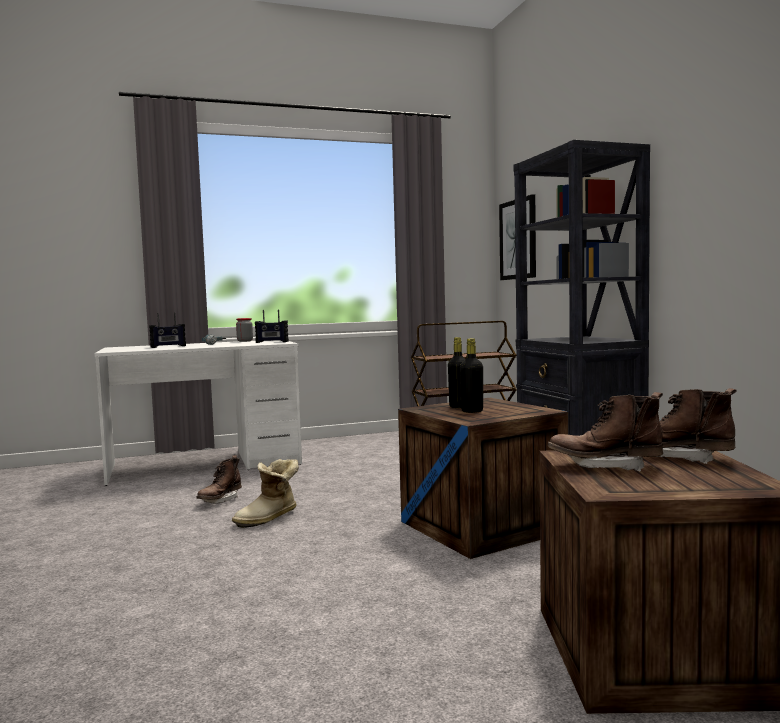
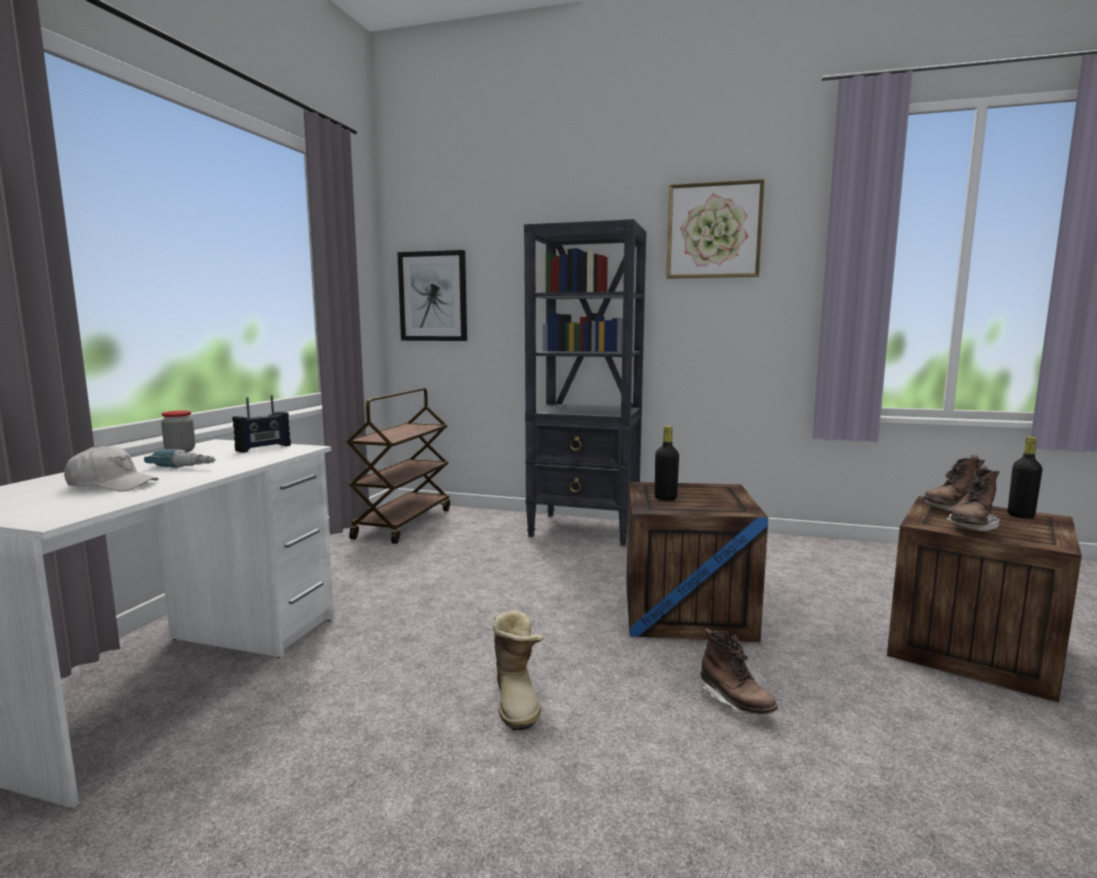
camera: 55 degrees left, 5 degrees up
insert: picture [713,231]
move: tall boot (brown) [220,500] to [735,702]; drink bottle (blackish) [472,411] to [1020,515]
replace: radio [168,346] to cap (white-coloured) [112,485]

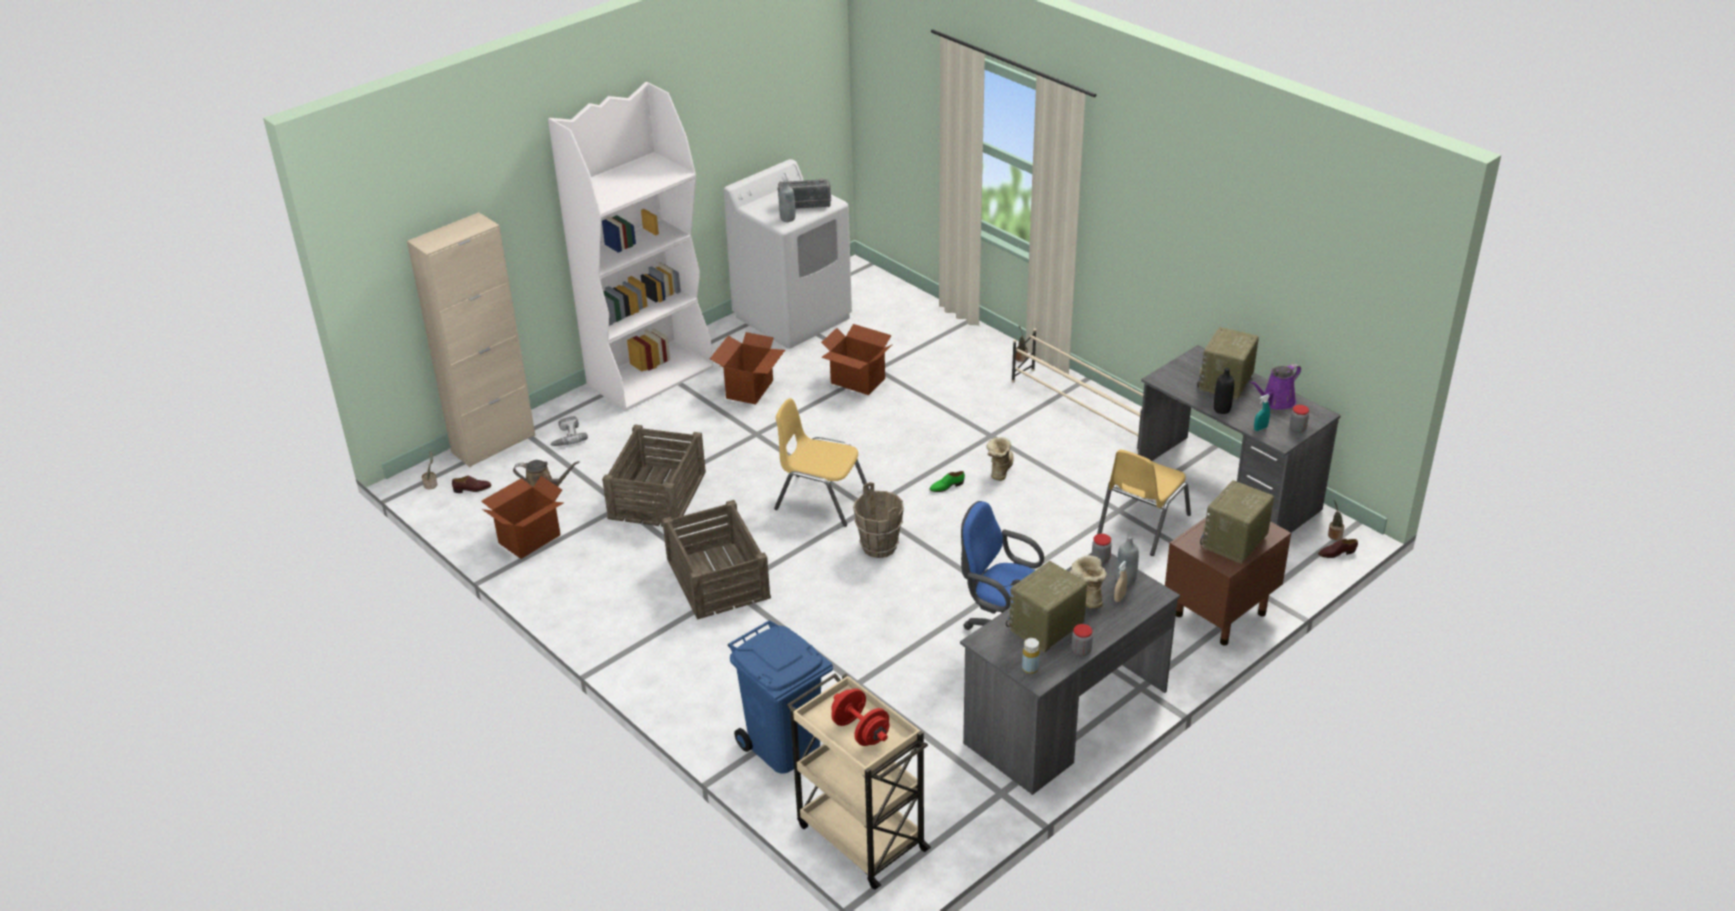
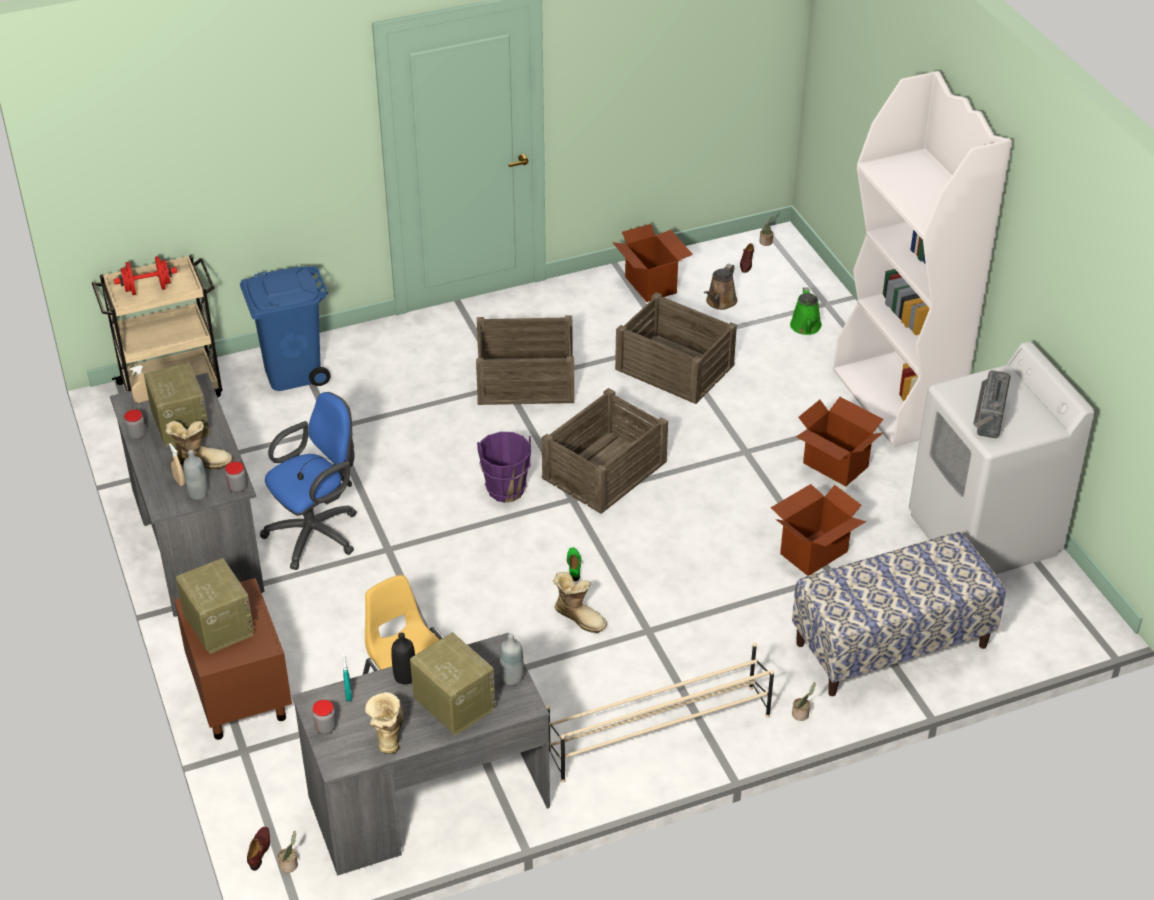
camera: 110 degrees right, 5 degrees up
delete: cupboard (beige) [493,444]
insert: long seat [891,645]
move: drink bottle (greyish) [787,219] to [512,678]
replace: drink bottle (yellow-coloured) [1030,668] to hand sprayer (beige) [143,400]; sprinkling can (purplish) [1275,402] to tall boot [387,732]; chair (yellow-coloured) [821,499] to shipping crate [605,470]; electric drill [566,436] to sprinkling can (greenish) [806,327]
recolor: water bucket (brown) [879,547] to water bucket (purplish) [505,489]

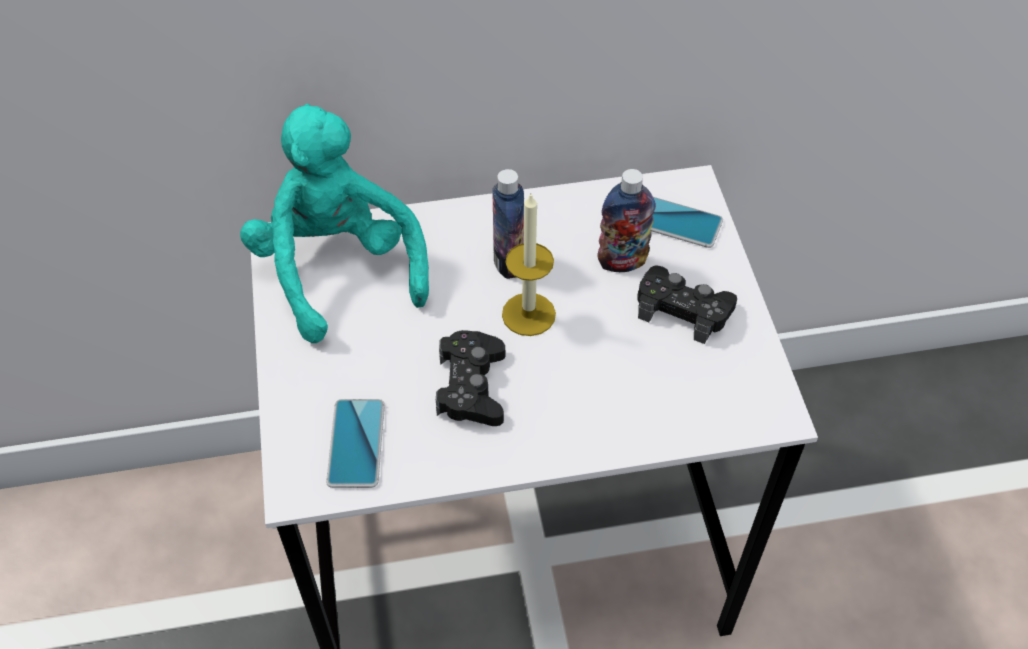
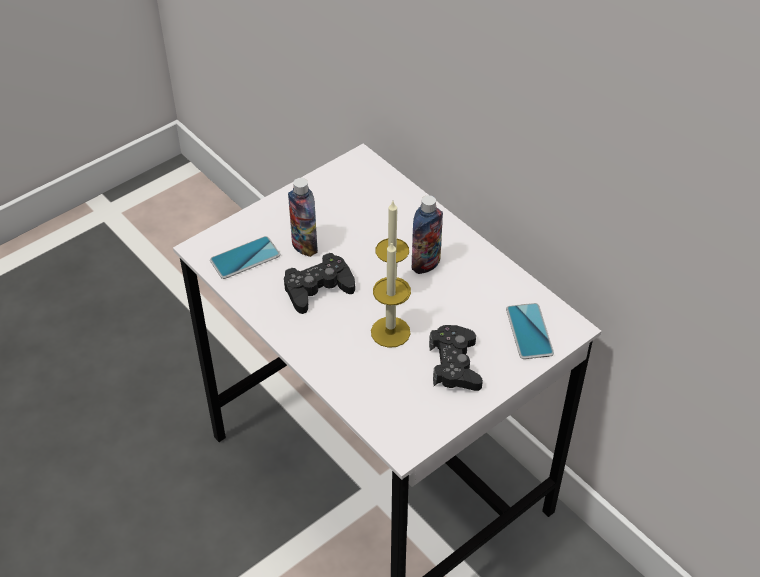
camera: 60 degrees right, 5 degrees down
delete: soft toy (blue-green) [338,269]
insert: wax light [390,332]
move: drink bottle [622,261] to [304,246]

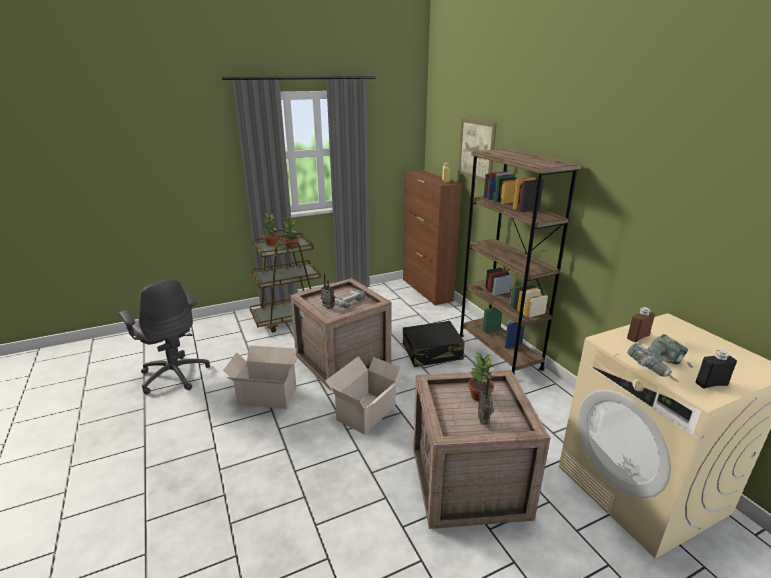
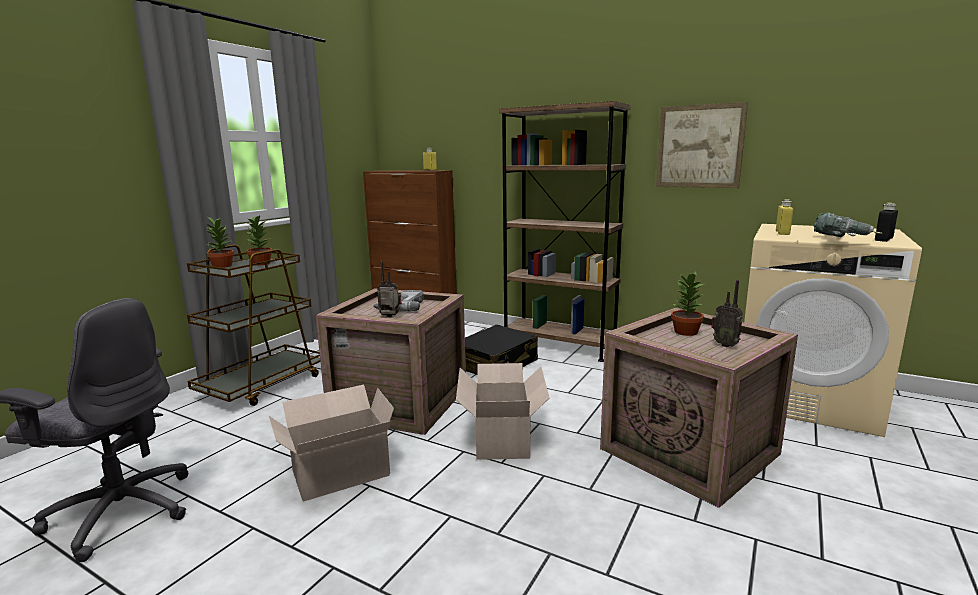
camera: 35 degrees left, 10 degrees down
move: picture [476,149] to [699,146]
recolor: drink bottle (brown) [638,337] to drink bottle (yellow-coloured) [782,233]

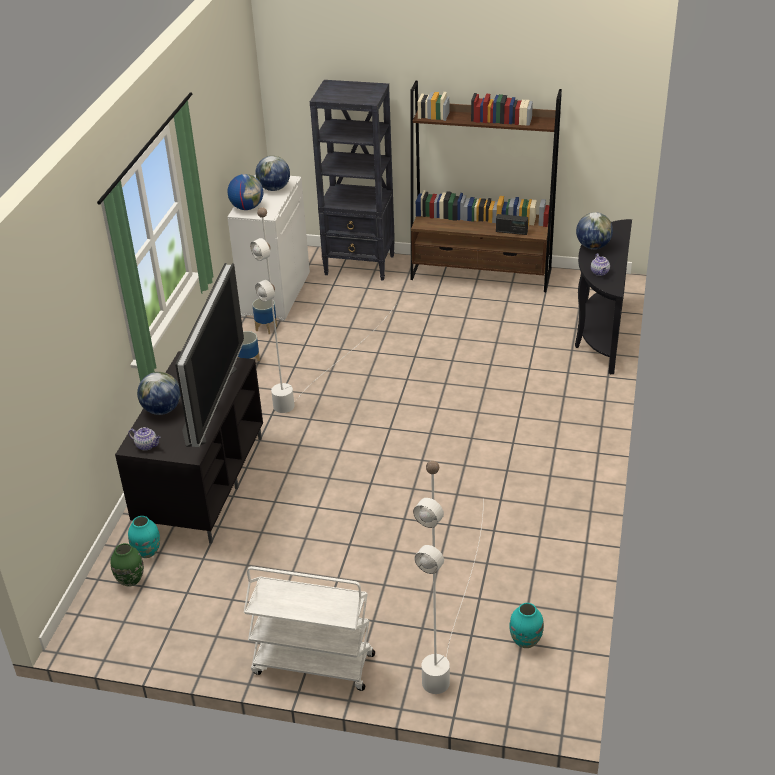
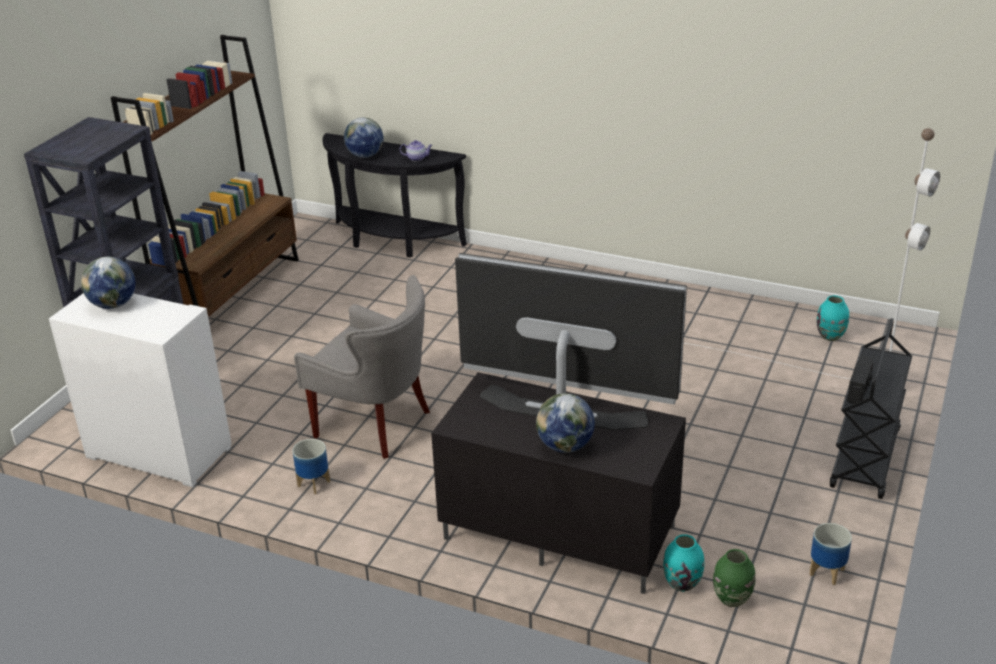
camera: 80 degrees left, 5 degrees down
delete: tea pot [147,445]; world globe [247,207]
move: planter [266,328] to [827,572]; radio [511,232] to [859,391]
replace: standard lamp (white-coloured) [319,376] to armchair (greyish) [375,425]
recolor: wheeled cart (white-coloured) [312,664] to wheeled cart (blackish) [865,460]

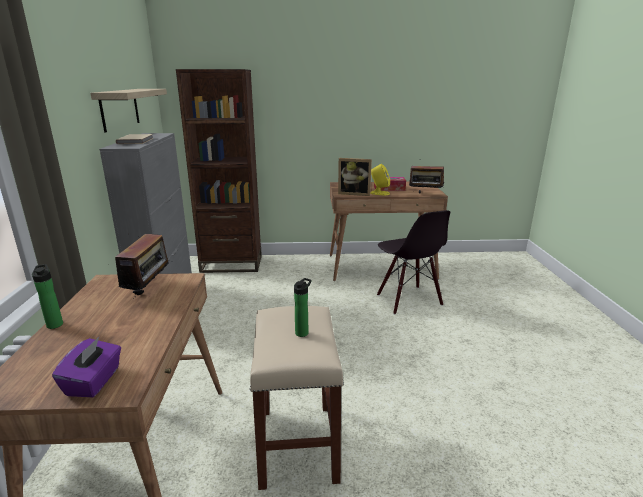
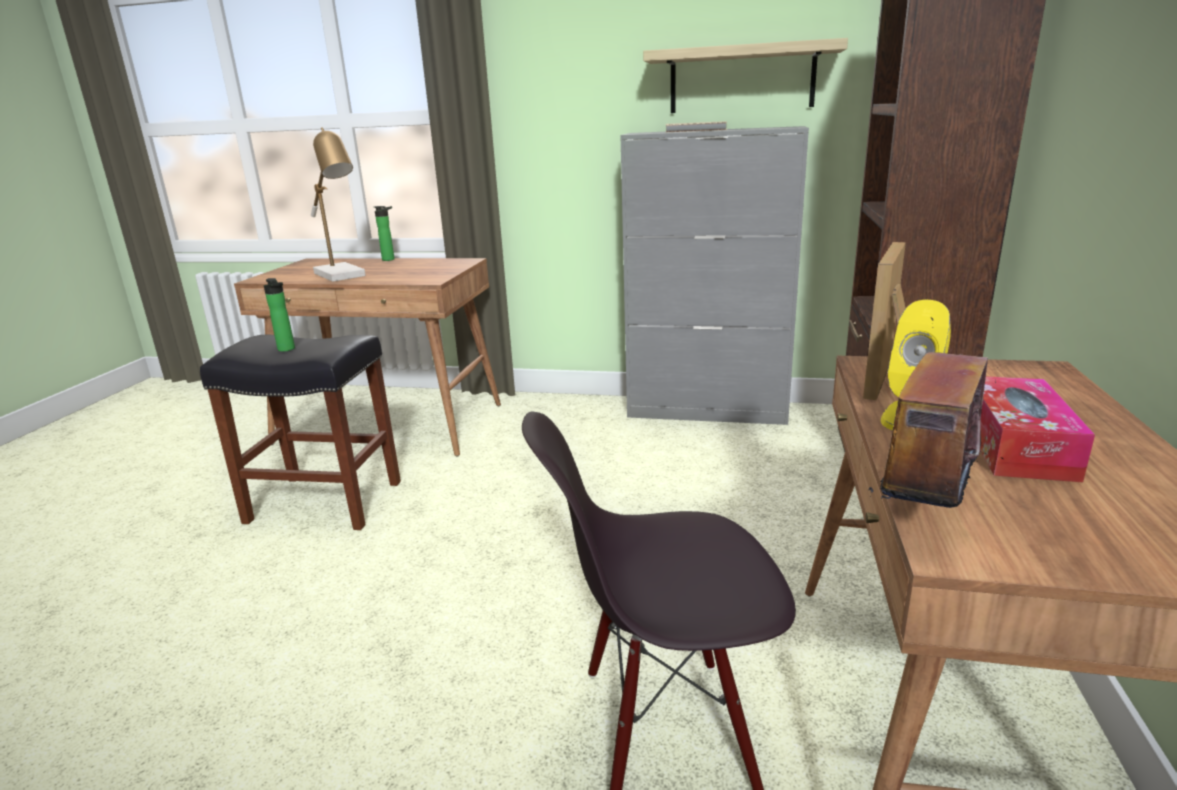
camera: 105 degrees right, 0 degrees up
delete: tissue box (purplish) [94,381]; radio [149,290]
insert: lamp for a table [343,275]
recolor: stool (beige) [298,445] to stool (blackish) [322,502]

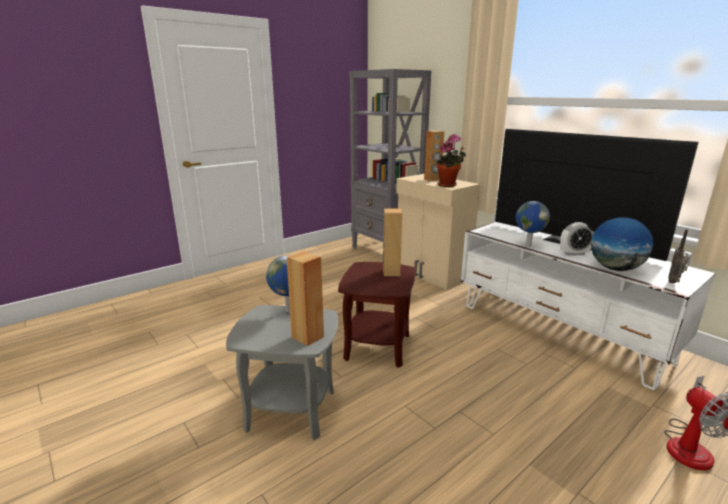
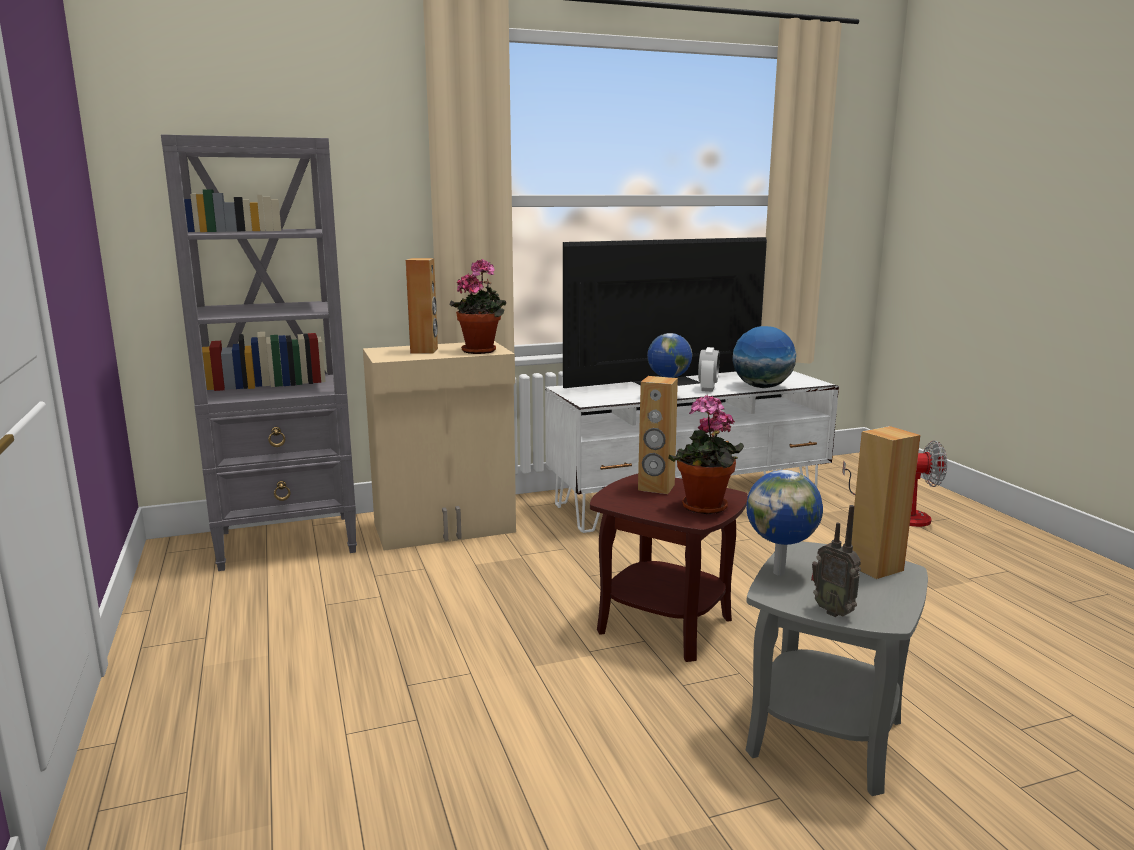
camera: 70 degrees left, 5 degrees down
insert: houseplant [704,509]
move: radio [674,282] to [834,611]

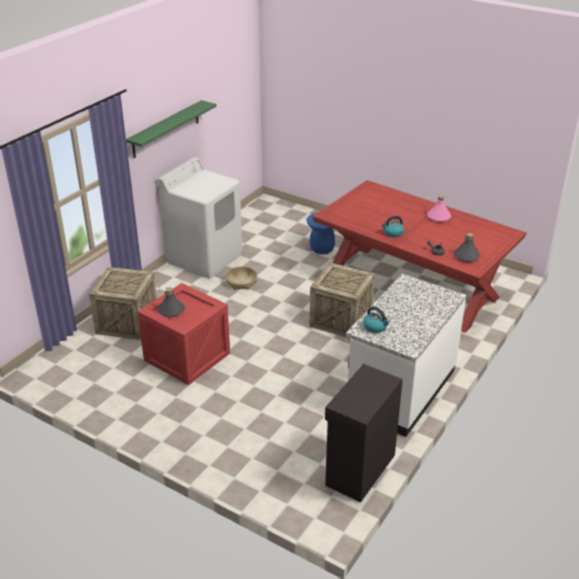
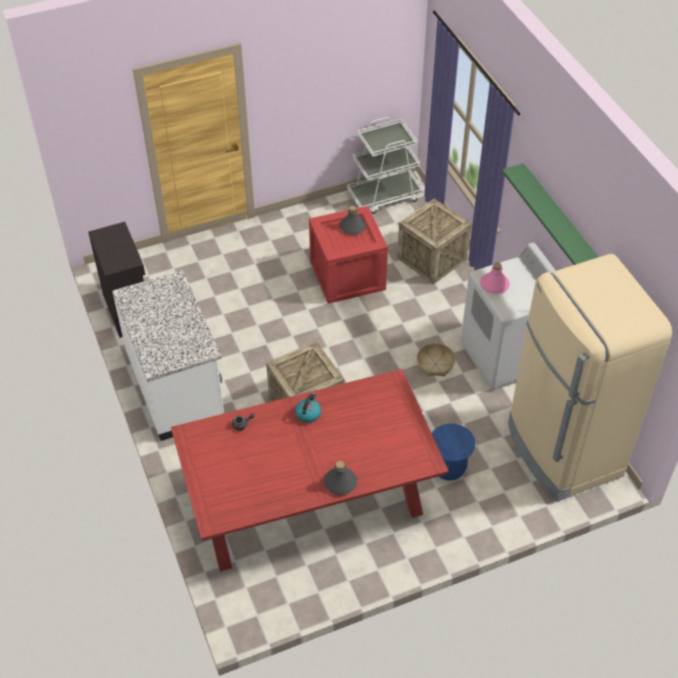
camera: 125 degrees right, 15 degrees up
delete: kettle [375,327]
insert: wheeled cart (white-coloured) [385,196]; refrigerator (beige) [563,451]
move: drink bottle (greyish) [467,256] to [340,482]; drink bottle (pinkish) [438,217] to [494,285]

